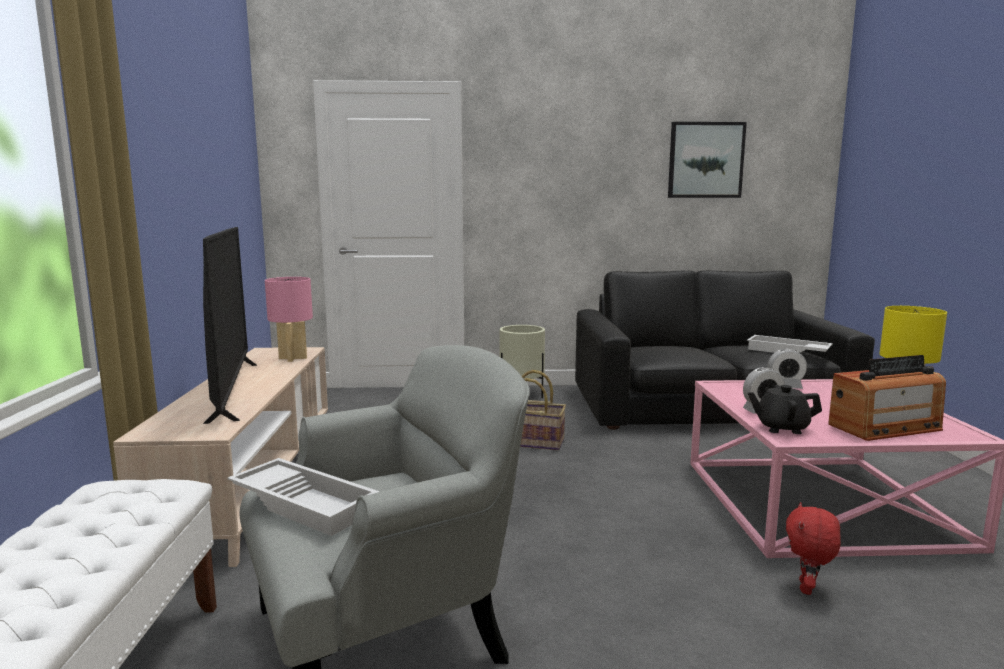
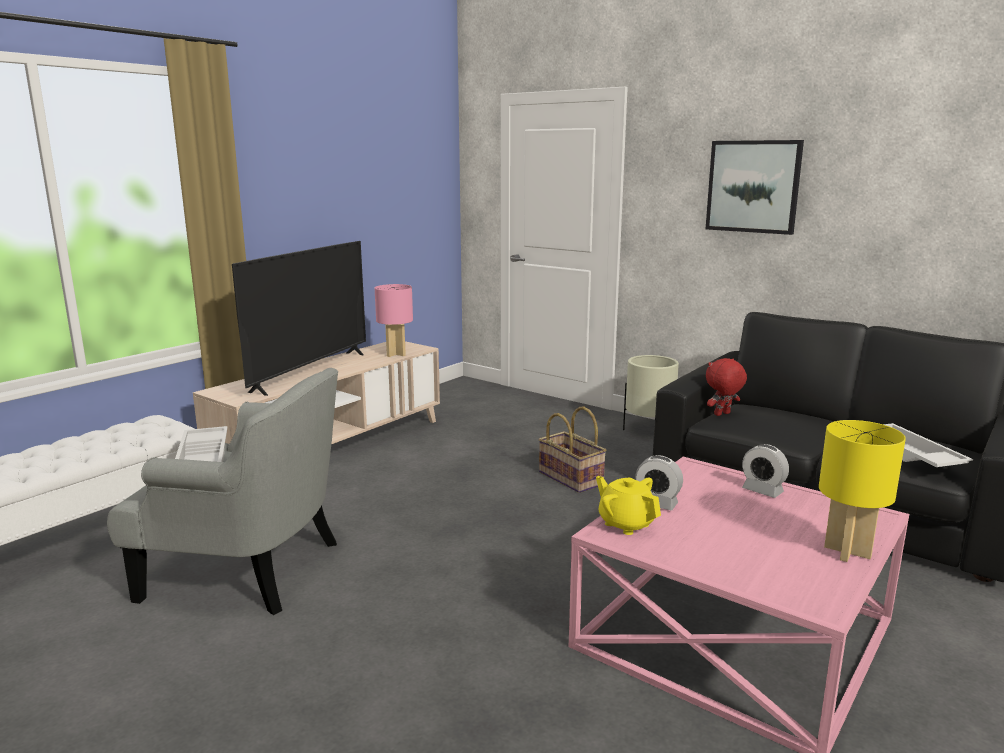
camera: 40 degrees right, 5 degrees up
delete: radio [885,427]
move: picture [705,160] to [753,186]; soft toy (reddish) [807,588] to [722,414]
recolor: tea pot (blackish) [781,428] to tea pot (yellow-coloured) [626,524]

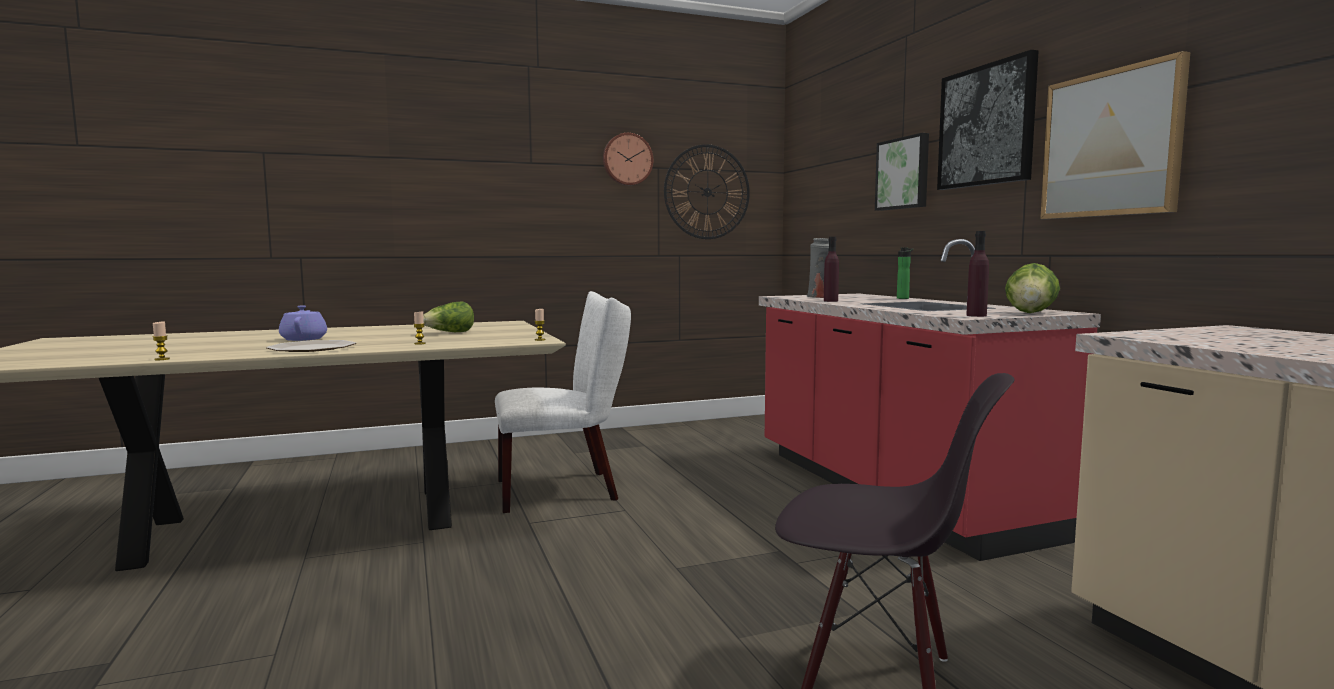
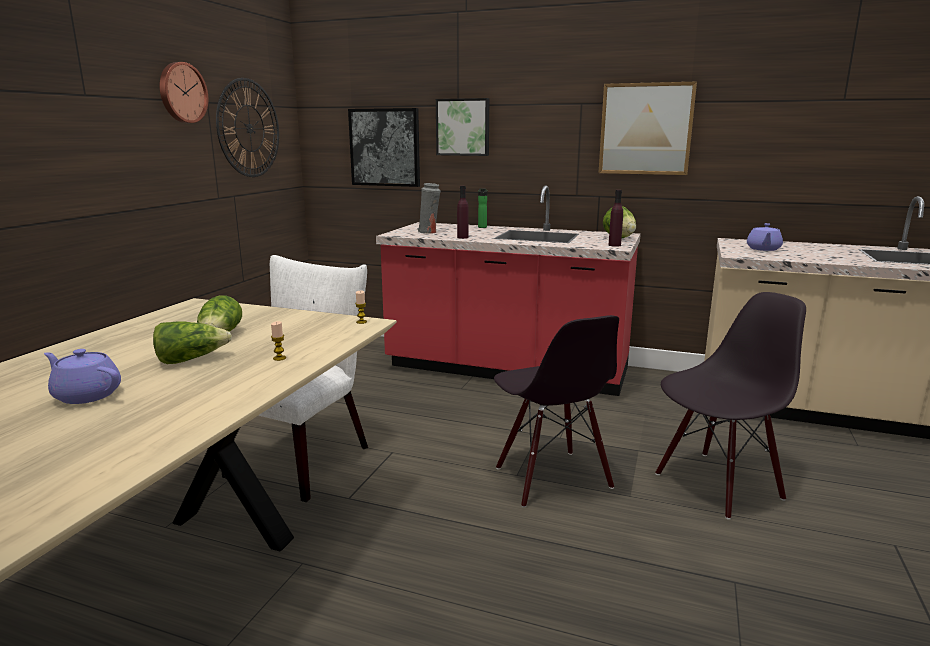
camera: 50 degrees left, 10 degrees up
delete: wax light [162,359]; flat dish [312,348]
insert: lettuce [191,359]; chair (blackish) [551,478]; tea pot (purplish) [763,249]
move: picture [987,126] to [385,147]

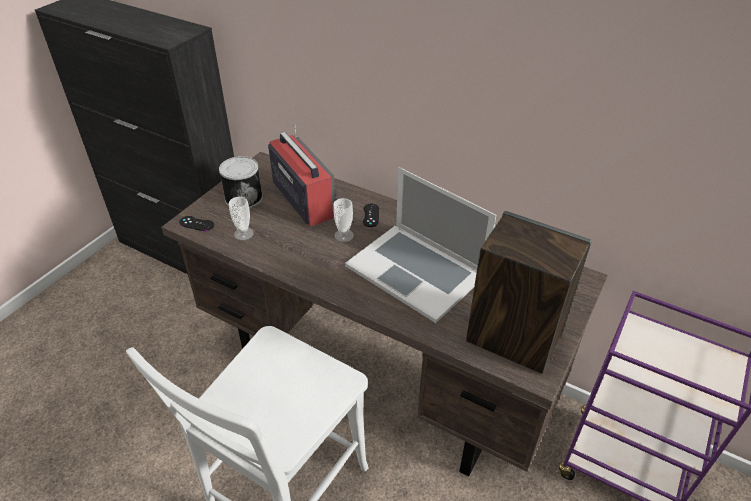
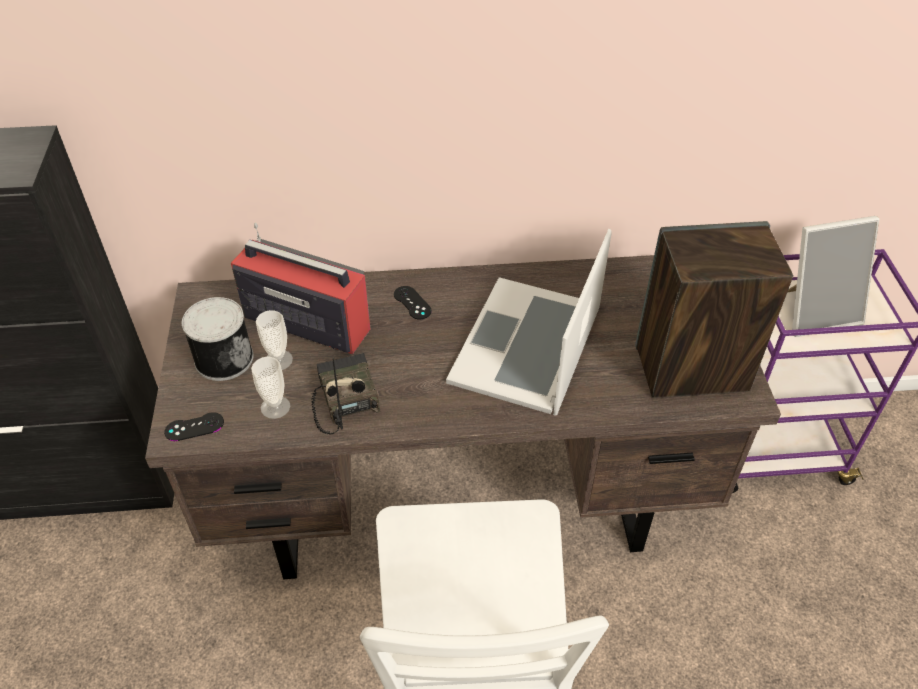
camera: 35 degrees left, 5 degrees up
insert: radio [343,399]; photo frame [815,312]
move: drinking cup [344,235] to [278,360]
rotate: notebook computer [416,270] = [527,345] 105 degrees clockwise

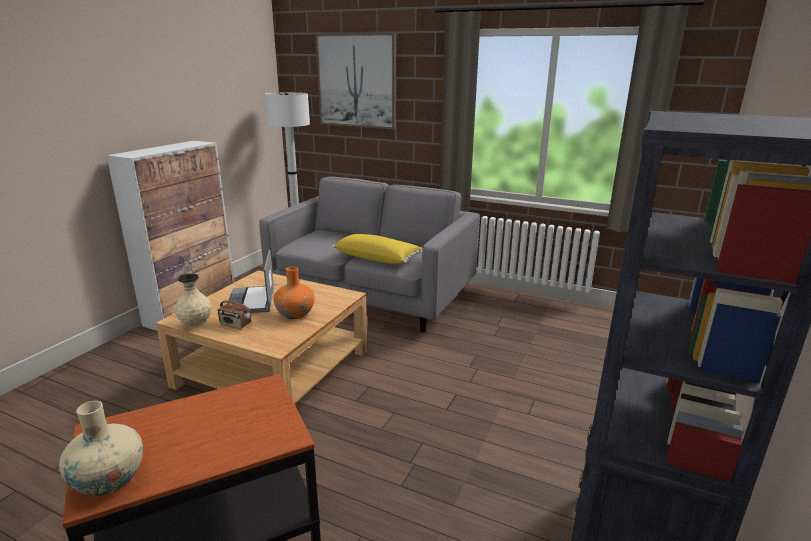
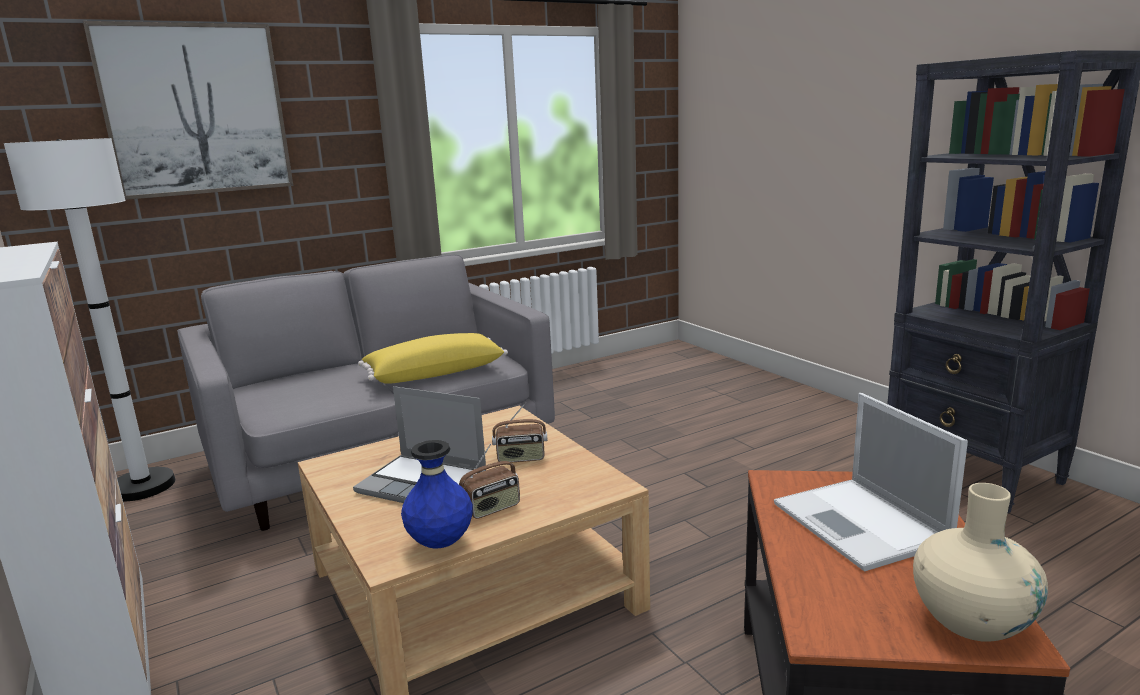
camera: 55 degrees left, 5 degrees down
insert: notebook computer [862,524]
replace: vase (orangey) [295,314] to radio [521,458]
recolor: vase (beige) [196,324] to vase (blue) [440,543]

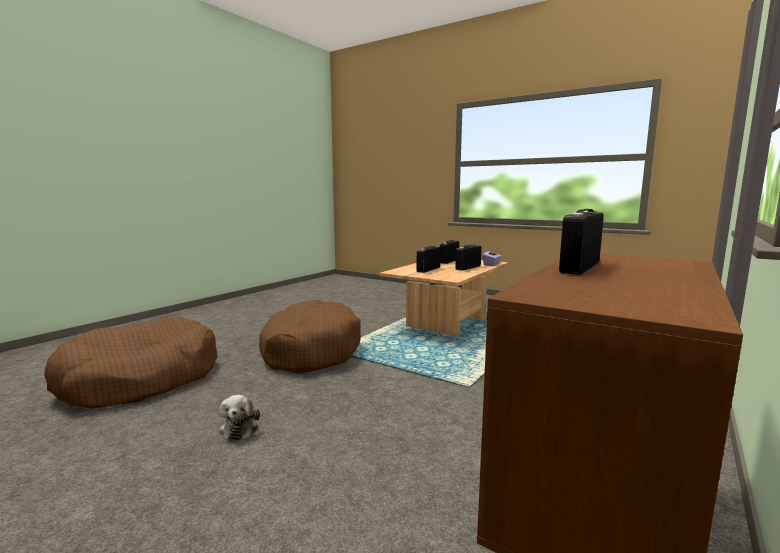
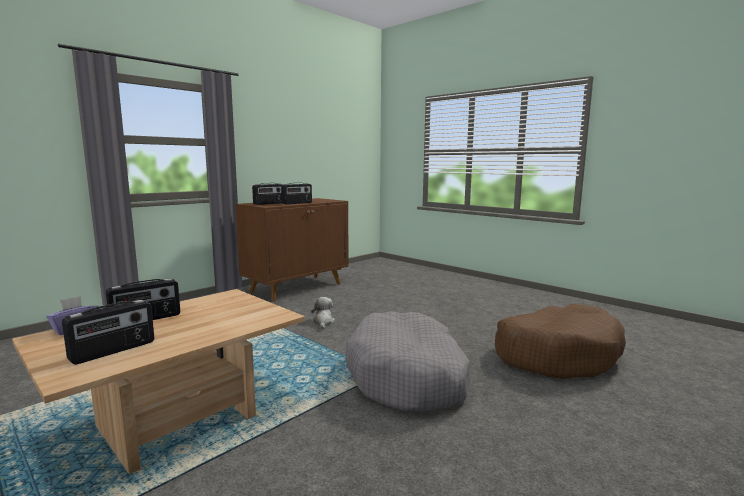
camera: 170 degrees left, 0 degrees up
move: radio [428,269] to [269,203]; soft toy [239,428] to [323,322]
recolor: dog bed (brown) [309,350] to dog bed (greyish) [408,376]

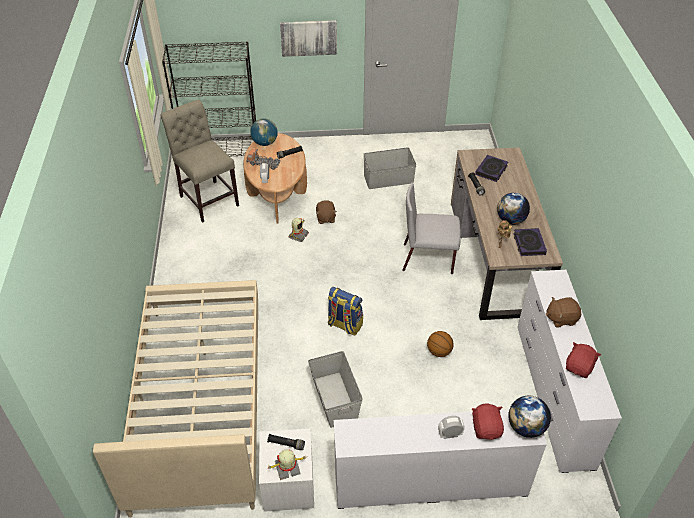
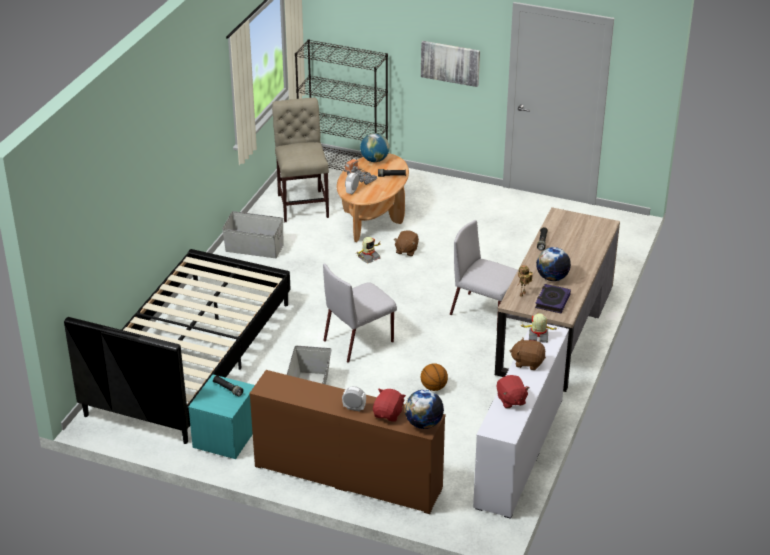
camera: 25 degrees right, 10 degrees down
delete: book [491,170]
move: storage bin (greyish) [388,179] to [254,247]; robot figure [287,469] to [538,337]
replace: backpack [344,325] to chair (greyish) [359,341]
recolor: sleeping bed (beige) [199,401] to sleeping bed (blackish) [190,358]; nightstand (white-coloured) [288,484] to nightstand (blue-green) [225,437]; chest of drawers (white-coloured) [430,484] to chest of drawers (brown) [348,477]
rotate: soft toy (reddish) [579,367] = [511,400] 105 degrees clockwise

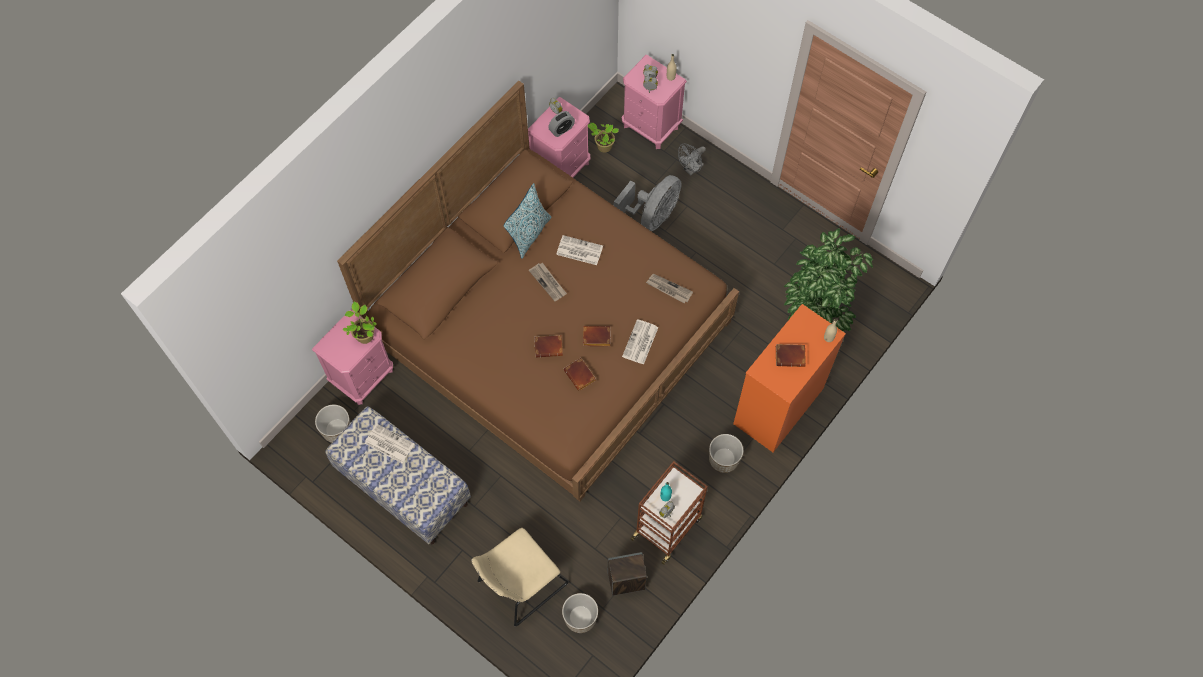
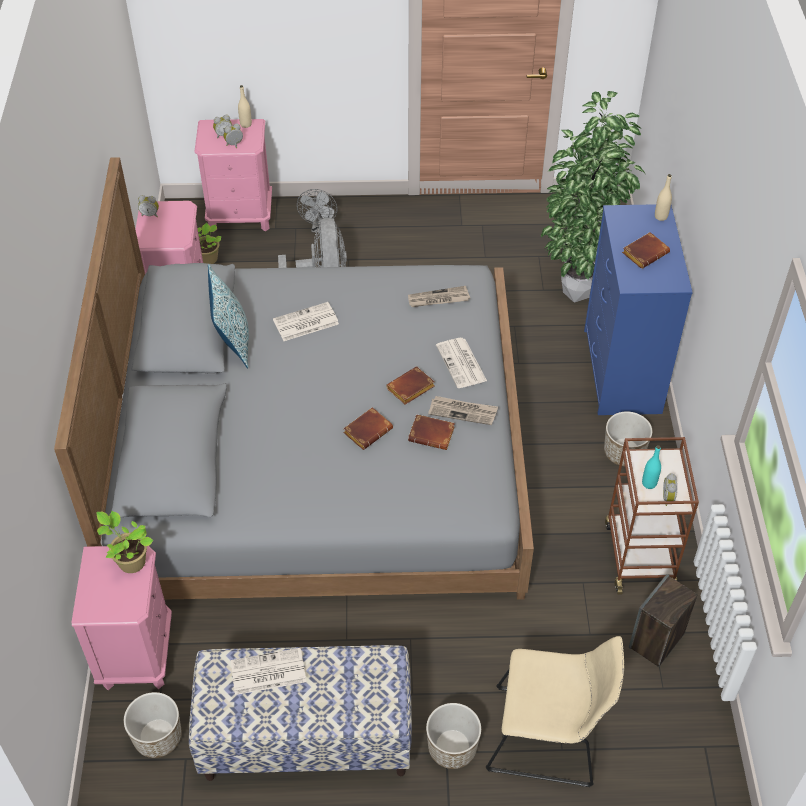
camera: 40 degrees left, 15 degrees down
delete: bedside clock [561,129]
move: planter [580,617] to [452,748]; daily paper [548,282] to [463,411]
recolor: sleeping bed (brown) [551,331] to sleeping bed (greyish) [320,456]; chest of drawers (orangey) [778,407] to chest of drawers (blue) [622,372]
rotate: chair (beige) [519,584] = [549,737] 90 degrees counterclockwise

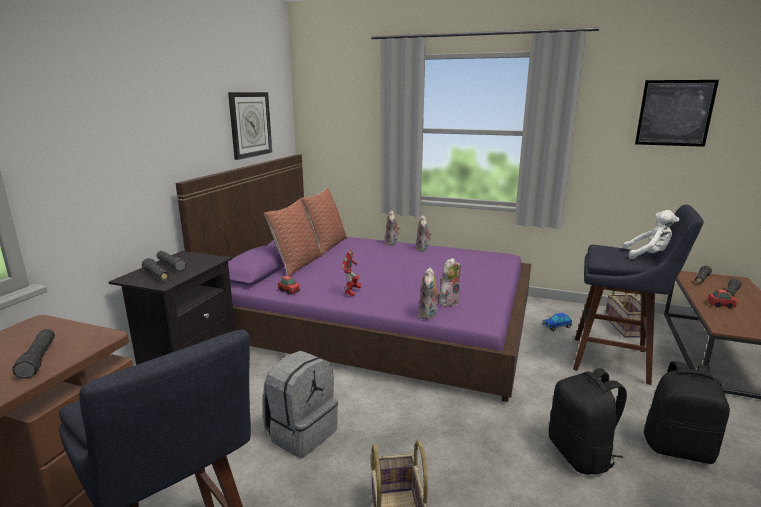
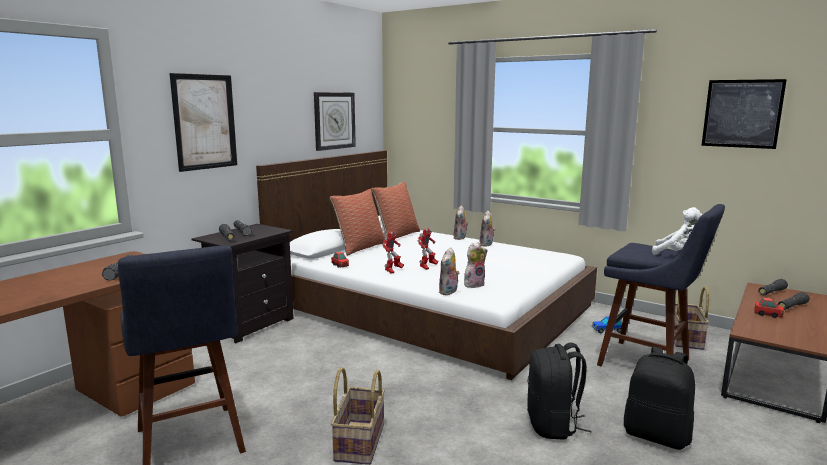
camera: 15 degrees right, 5 degrees down
delete: backpack (greyish) [301,432]
insert: picture [205,122]; robot figure [427,267]
recolor: sleeping bed (purplish) [377,318] to sleeping bed (white-coloured) [429,305]

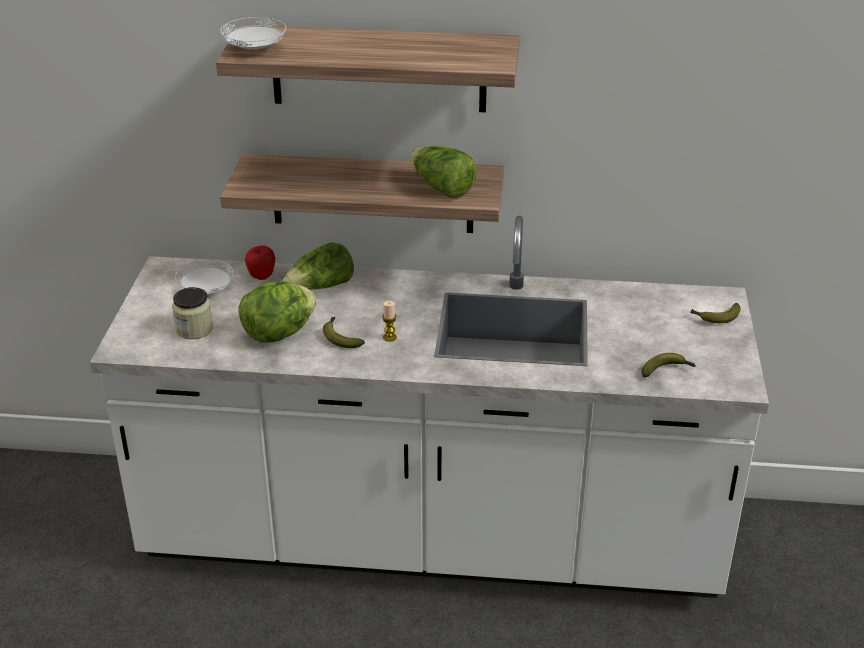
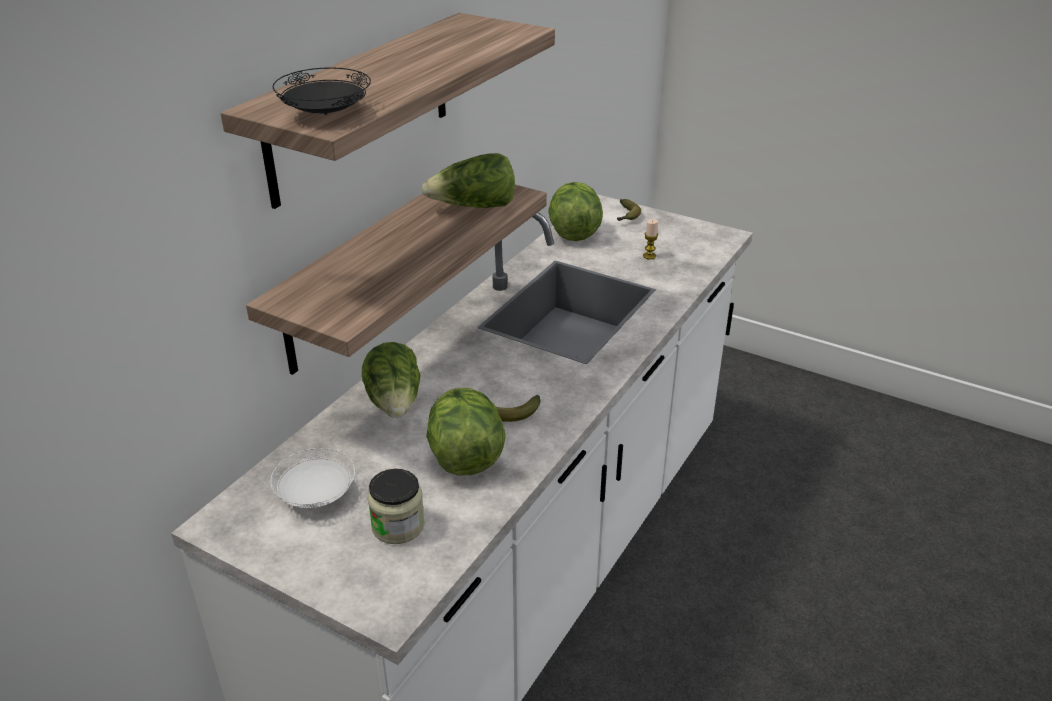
camera: 65 degrees left, 0 degrees up
delete: apple [261,276]; banana [667,370]
insert: lettuce [574,233]
move: wax light [389,337] to [649,256]
recolor: flat dish (white-coloured) [254,49] to flat dish (blackish) [325,114]

